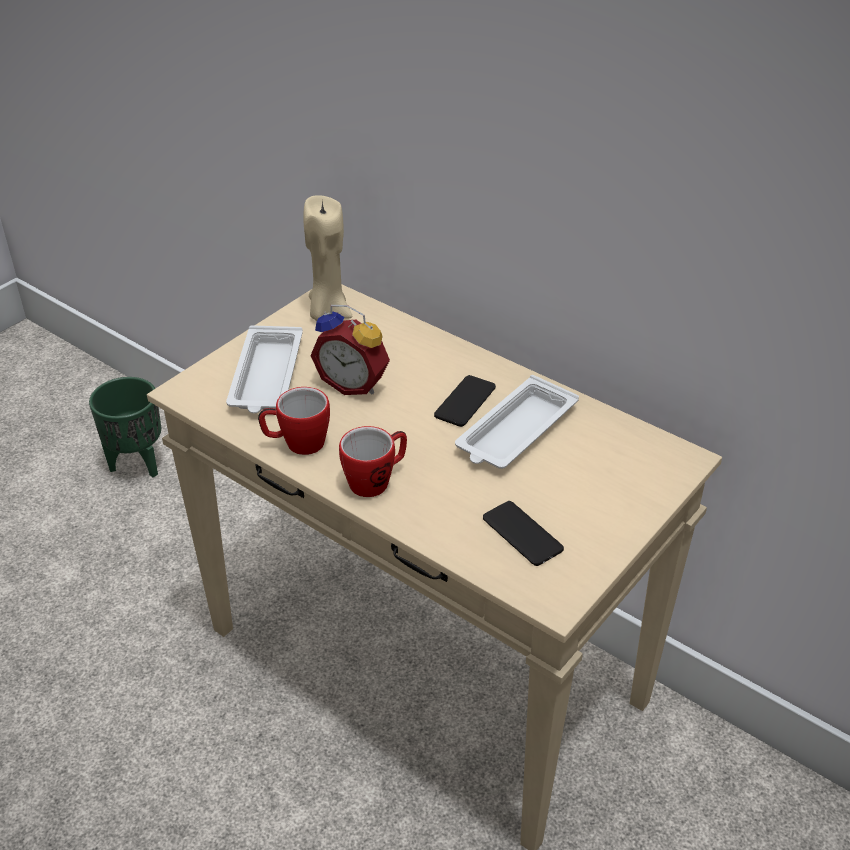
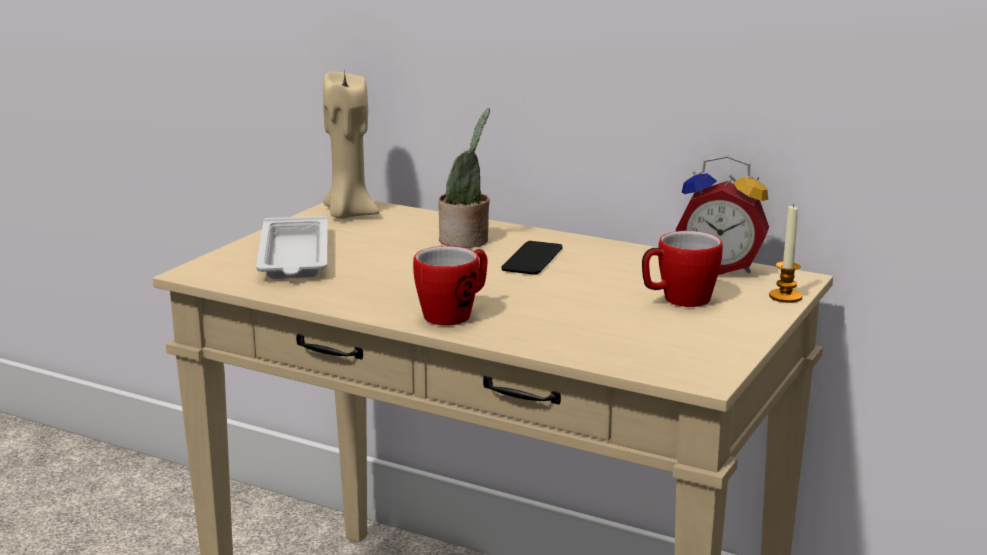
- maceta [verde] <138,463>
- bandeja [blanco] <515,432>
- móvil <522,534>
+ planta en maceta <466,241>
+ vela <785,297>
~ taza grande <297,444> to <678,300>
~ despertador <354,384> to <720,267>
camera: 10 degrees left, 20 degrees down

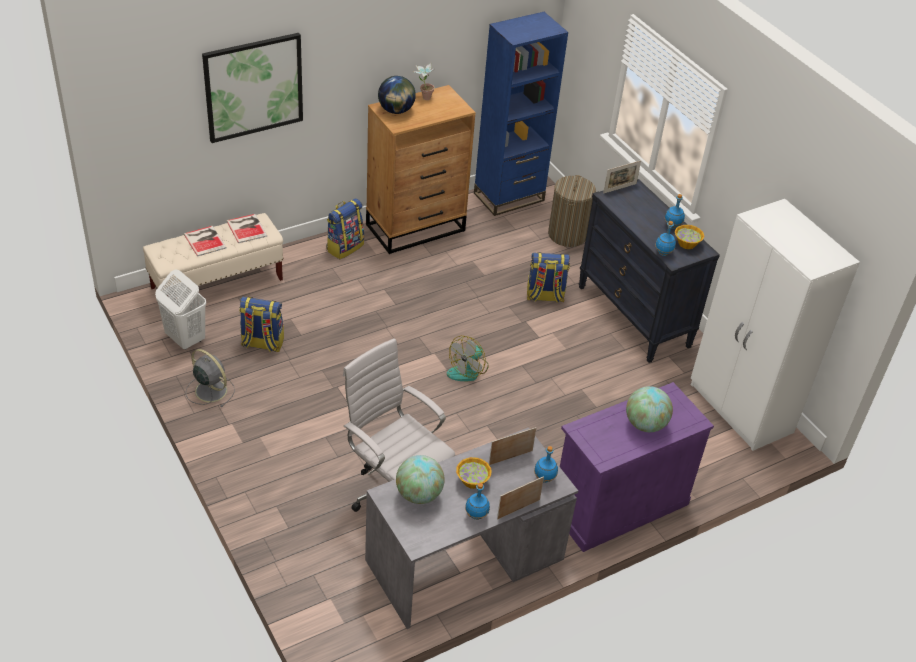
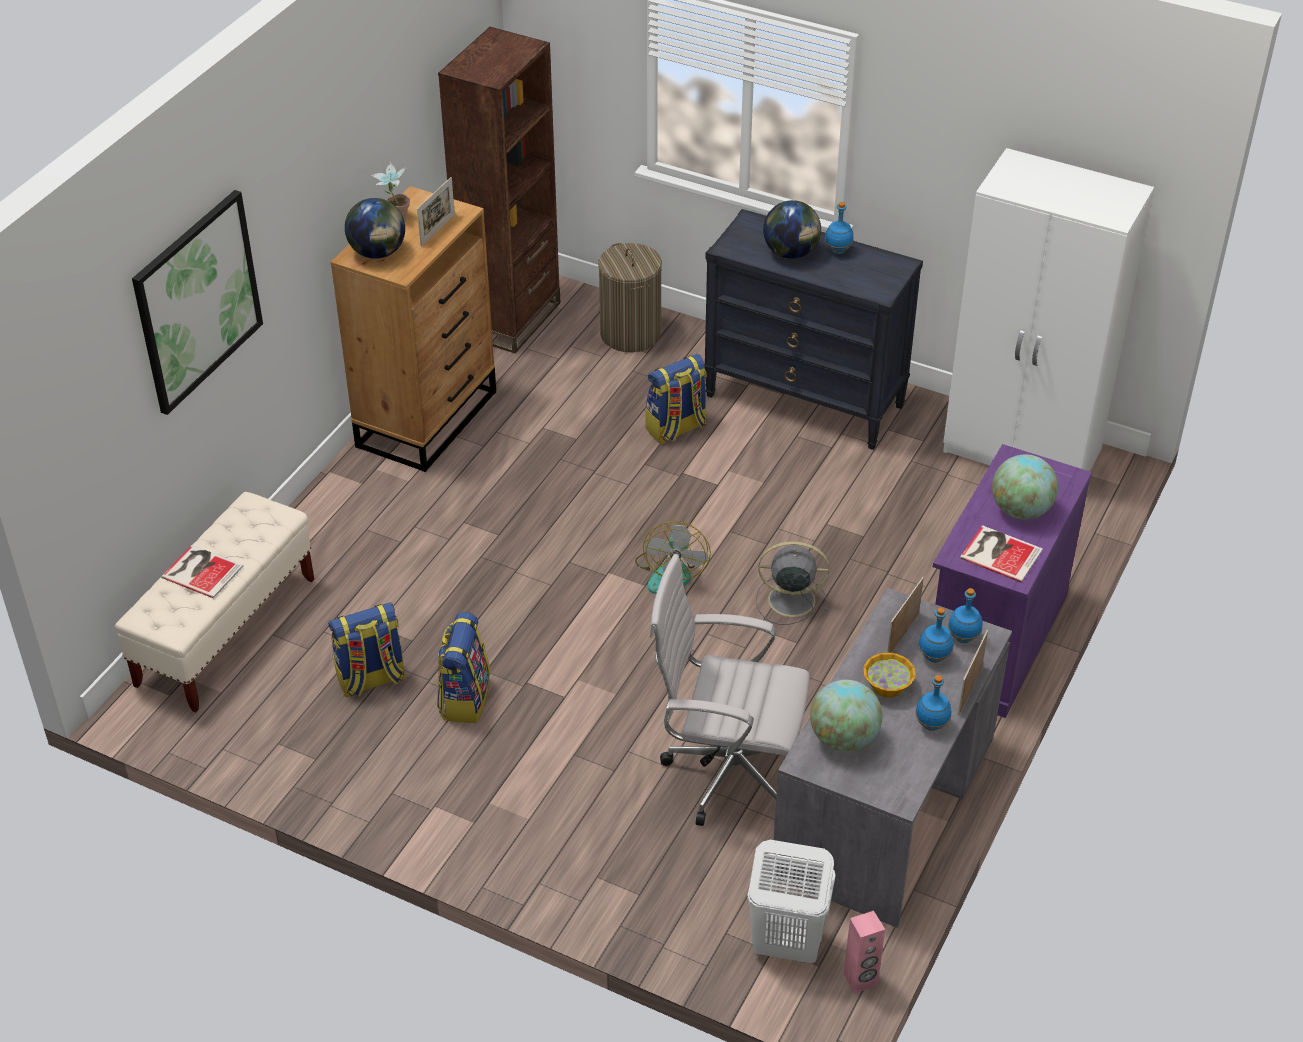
- cuenco <687,244>
+ globo terráqueo <791,253>
+ altavoz [rosa] <860,980>
~ cesto de la ropa [blanco] <185,339> to <785,945>
~ ventilador [gris] <210,390> to <789,600>
~ libro <247,228> to <1000,552>
~ mochila <344,247> to <464,698>
~ portarretratos <619,188> to <437,230>
~ botella [azul] <663,253> to <934,657>
~ estantería [azul] <509,197> to estantería [marrón] <510,319>
camera: 30 degrees left, 0 degrees up

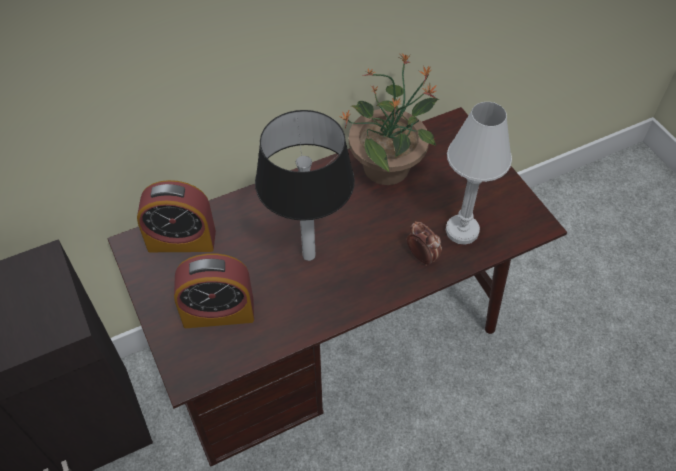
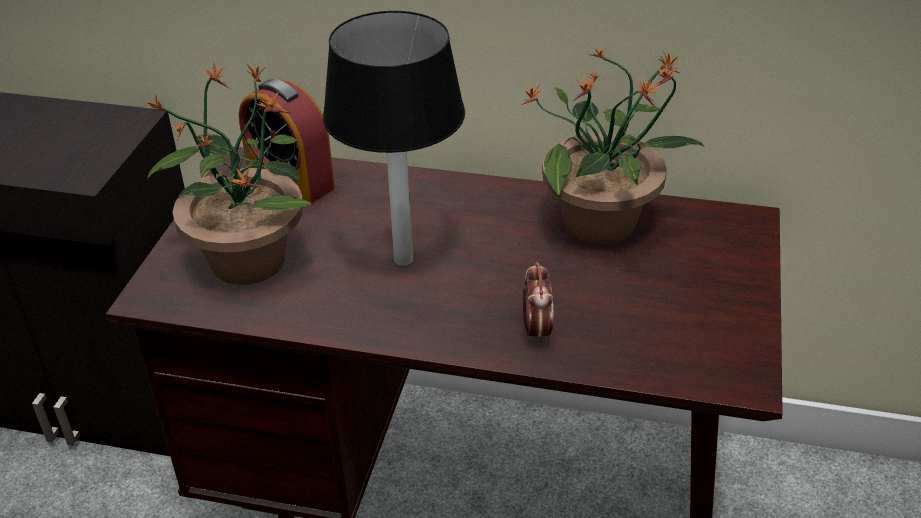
- lámpara de mesa [blanco] <462,230>
~ despertador <218,312> to planta en maceta <247,259>
camera: 40 degrees right, 15 degrees down

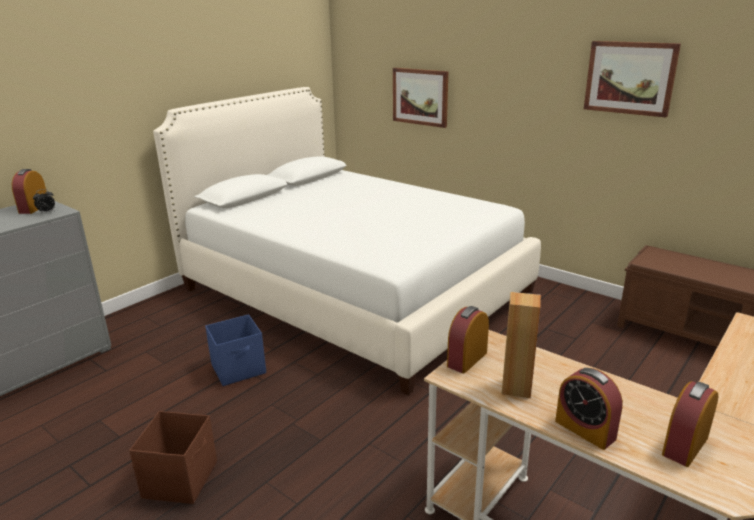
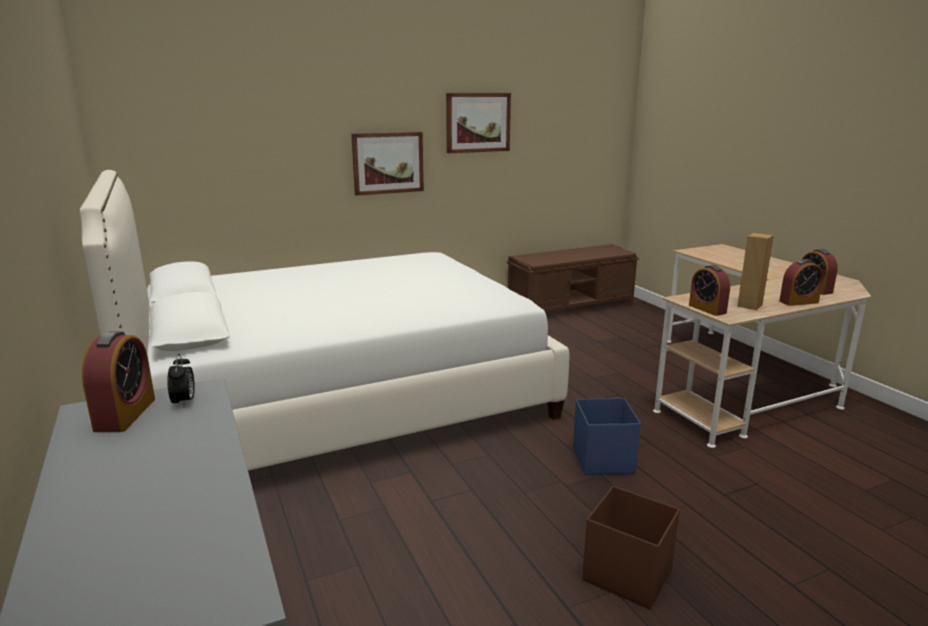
~ caja de almacenaje [azul] <239,369> to <603,460>
~ cuadro <420,97> to <388,163>
~ despertador <34,208> = <125,414> 120 degrees counterclockwise
camera: 65 degrees left, 5 degrees down

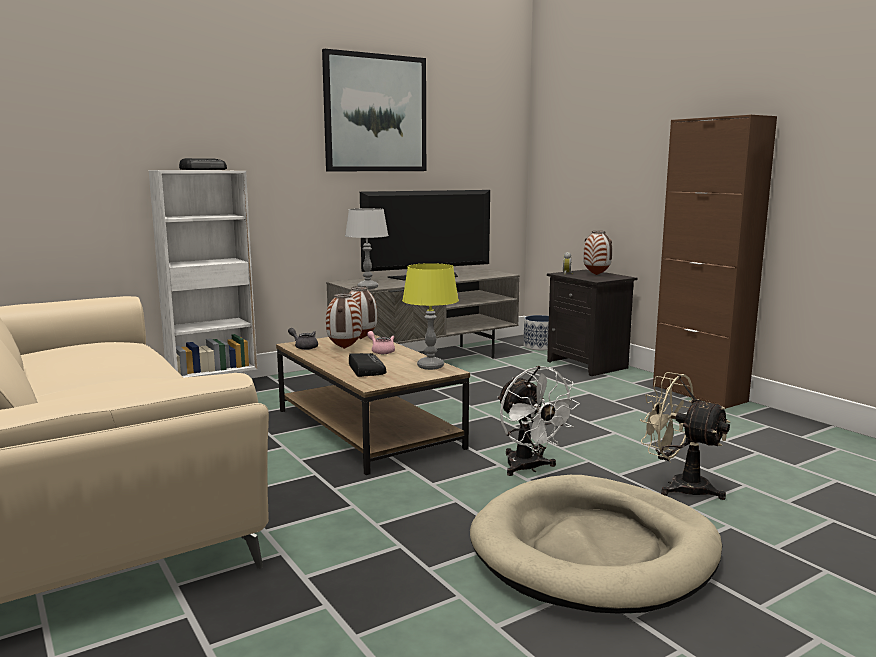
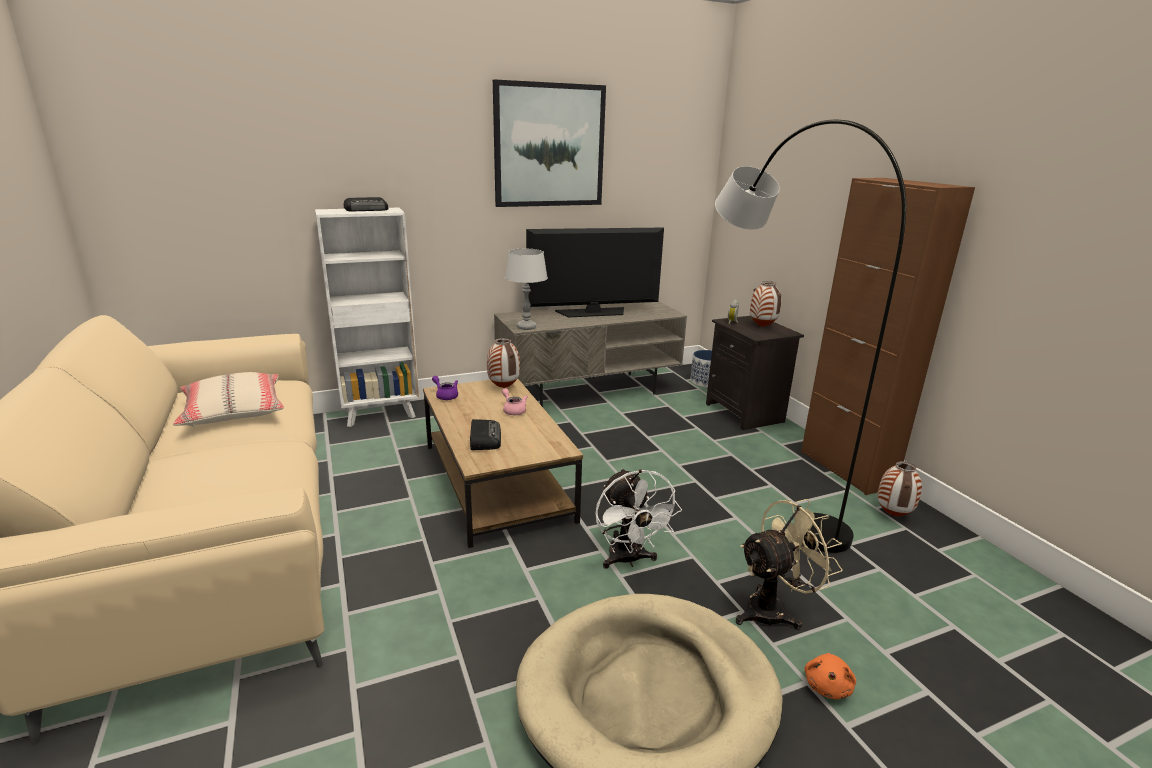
- lámpara de mesa [amarillo] <430,366>
+ cojín [beis] <233,411>
+ lámpara de pie [gris] <757,483>
+ peluche [naranja] <827,686>
~ florero <344,348> to <892,515>
~ tetera [gris] <304,347> to tetera [morado] <445,395>
~ ventilador [beis] <679,486> = <774,609> 105 degrees clockwise
camera: 10 degrees right, 10 degrees up

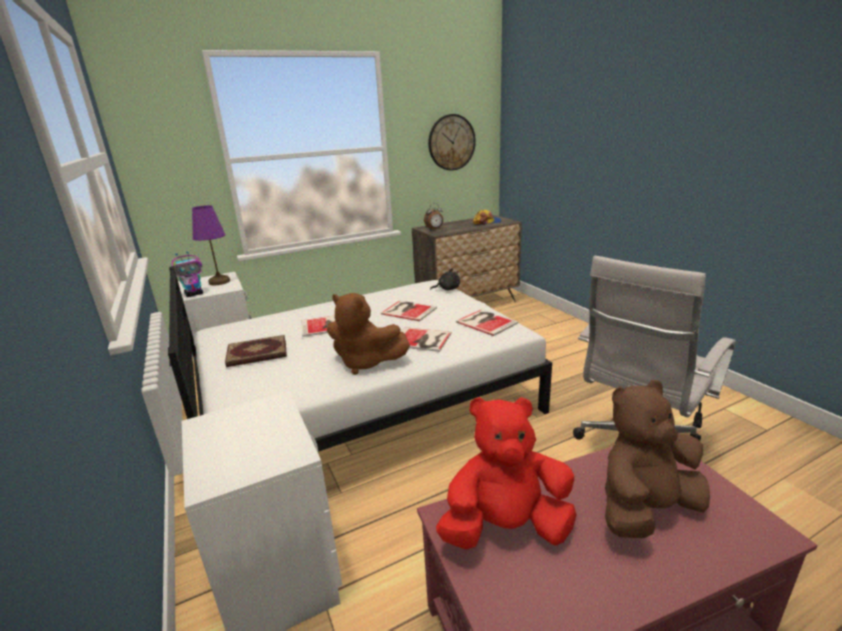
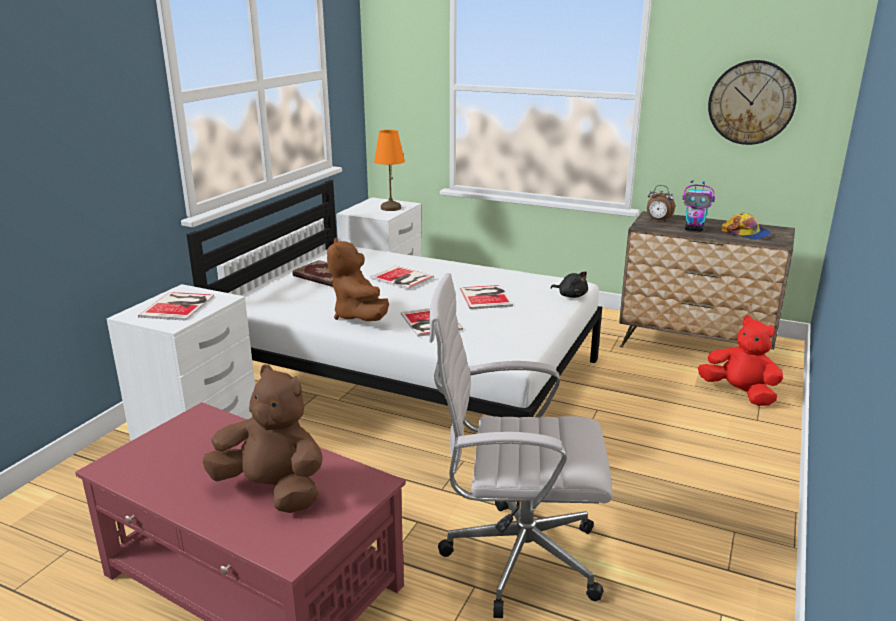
~ robot de juguete <194,294> to <694,229>
~ peluche [rojo] <506,527> to <739,393>
~ libro <486,322> to <179,306>
~ lámpara de mesa [morado] <220,282> to lámpara de mesa [naranja] <391,208>
camera: 50 degrees right, 0 degrees up

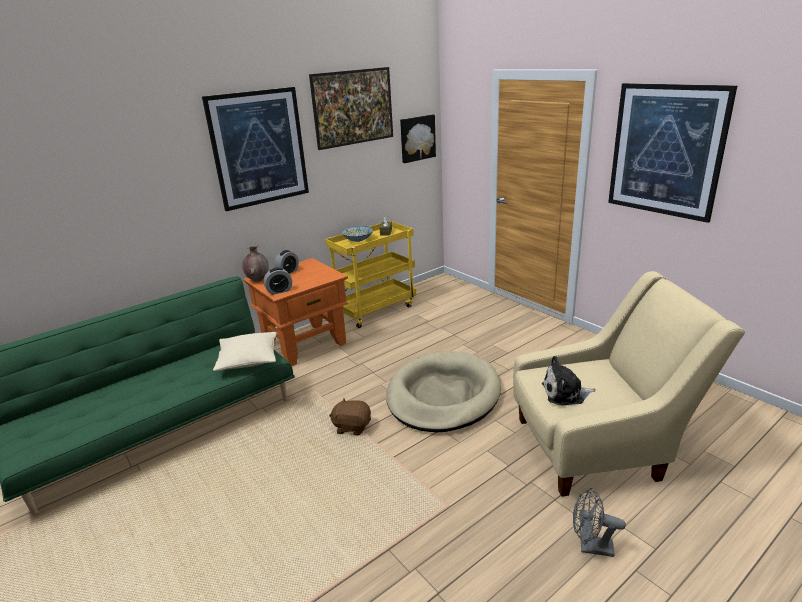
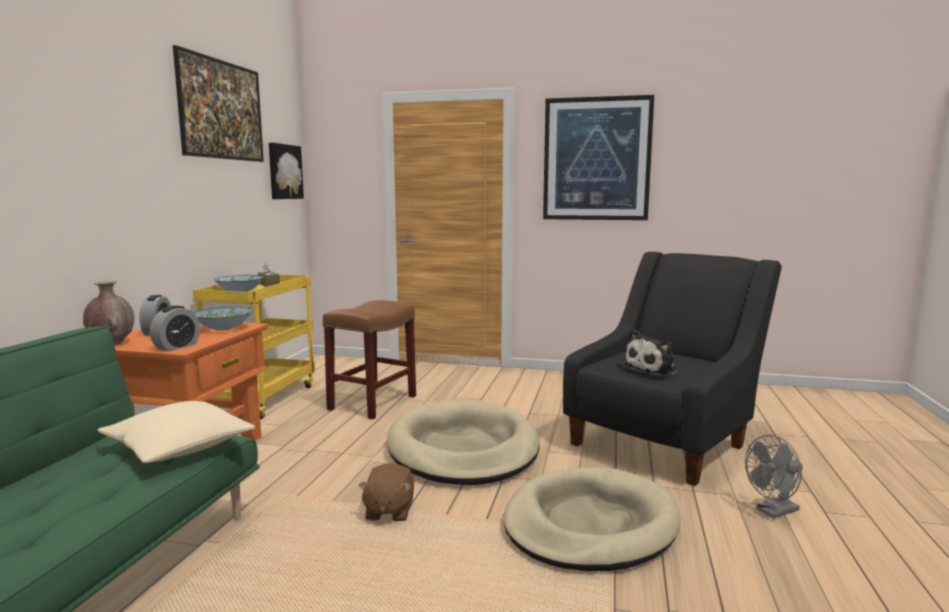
- cuadro <259,148>
+ cuenco <223,329>
+ taburete [marrón] <372,403>
+ cama para perro [beis] <589,525>
~ sillón [beis] <598,446> to sillón [negro] <664,441>
~ peluche [marrón] <352,427> = <388,511> 60 degrees counterclockwise
camera: 40 degrees left, 15 degrees down

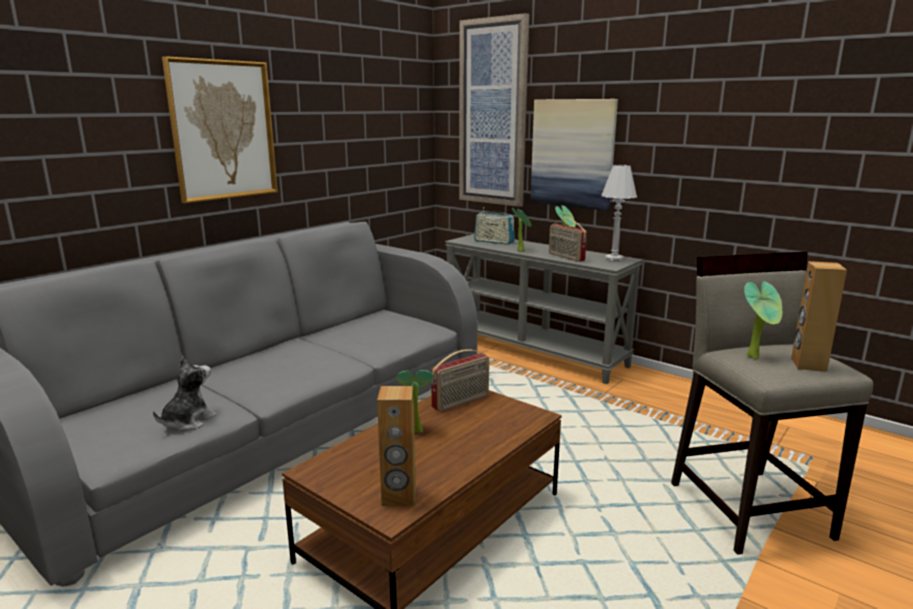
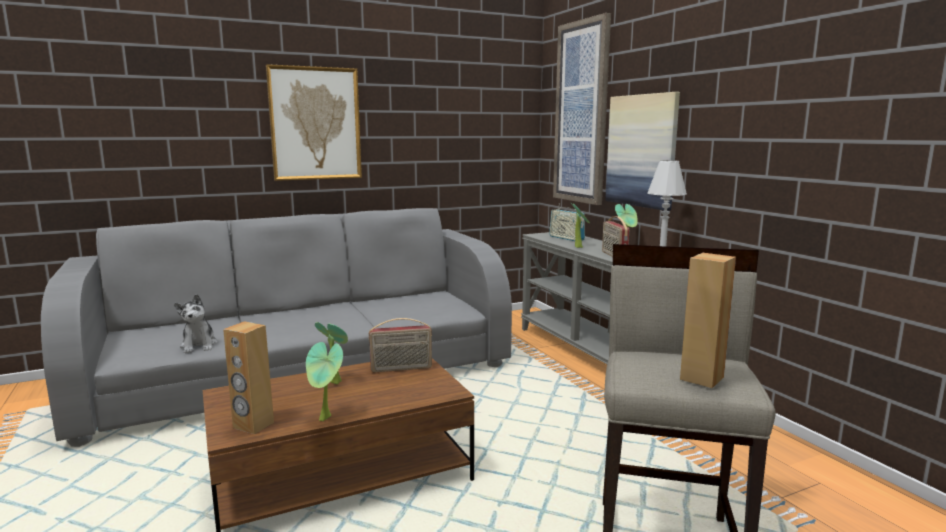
~ planta en maceta <756,357> to <326,419>
~ peluche <188,421> = <199,345> 105 degrees clockwise
camera: 25 degrees right, 5 degrees down

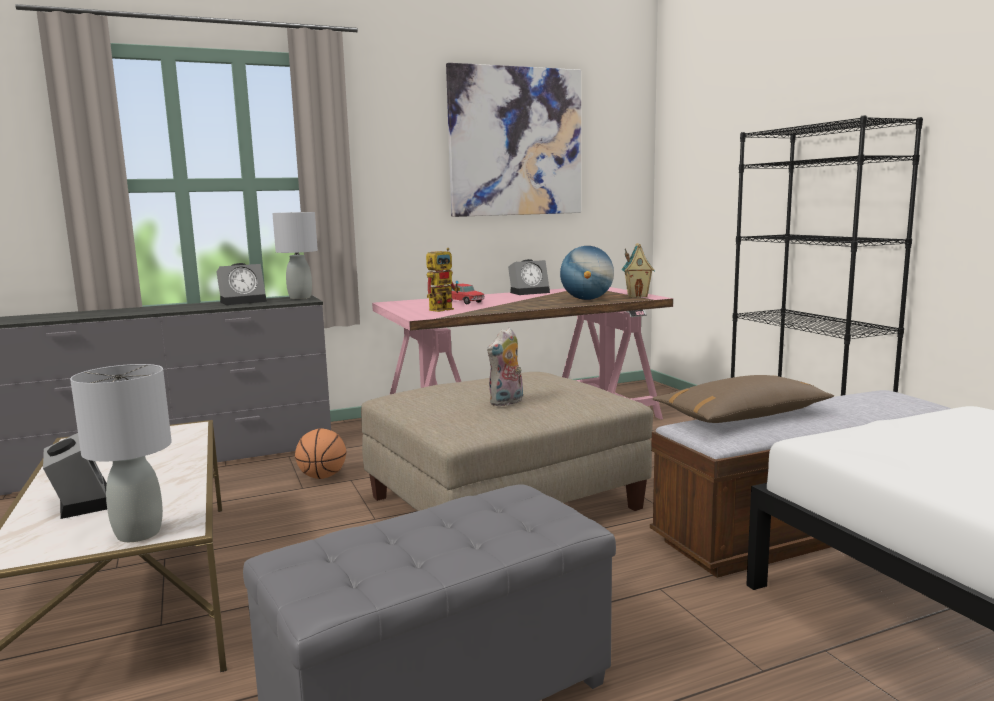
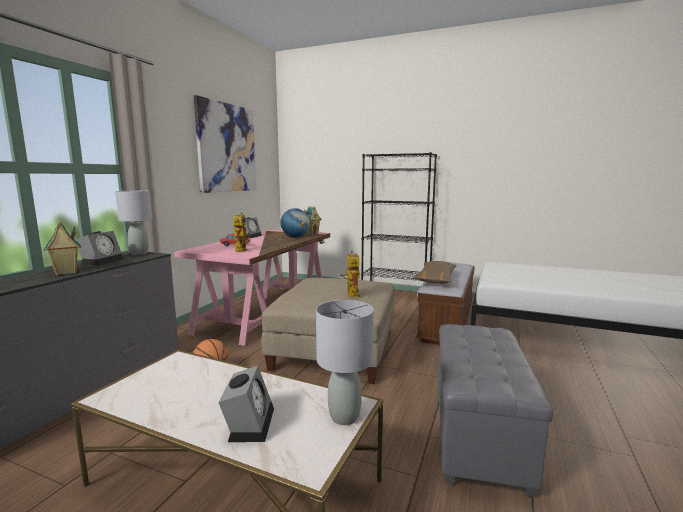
+ casita <66,272>
~ peluche <507,402> to robot de juguete <350,293>
~ despertador <80,502> = <249,423> 75 degrees clockwise
camera: 45 degrees left, 0 degrees up

